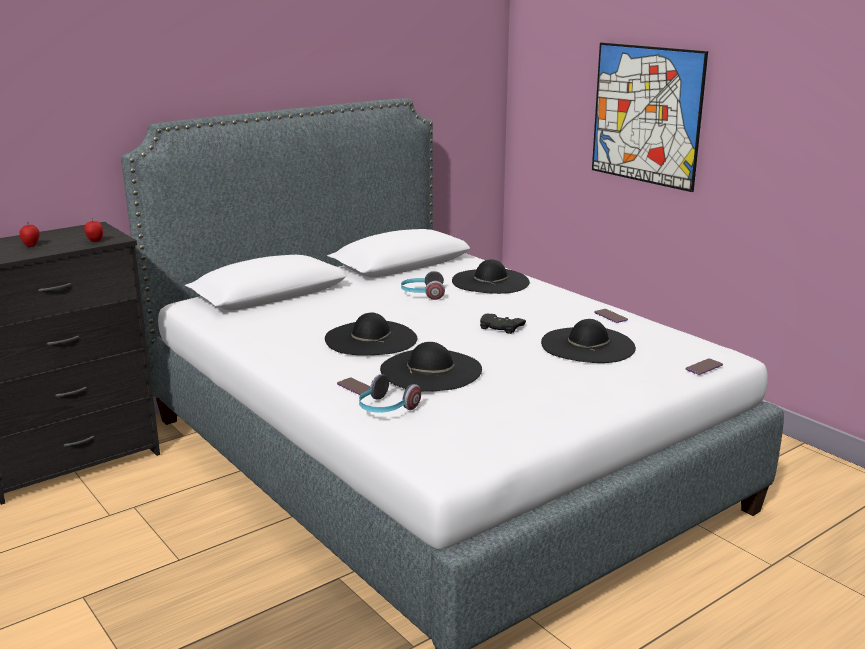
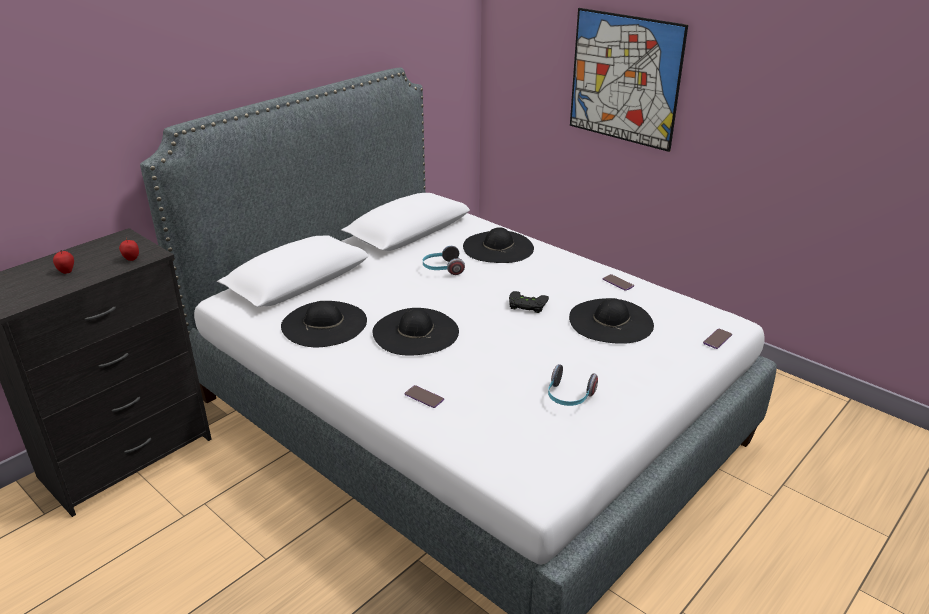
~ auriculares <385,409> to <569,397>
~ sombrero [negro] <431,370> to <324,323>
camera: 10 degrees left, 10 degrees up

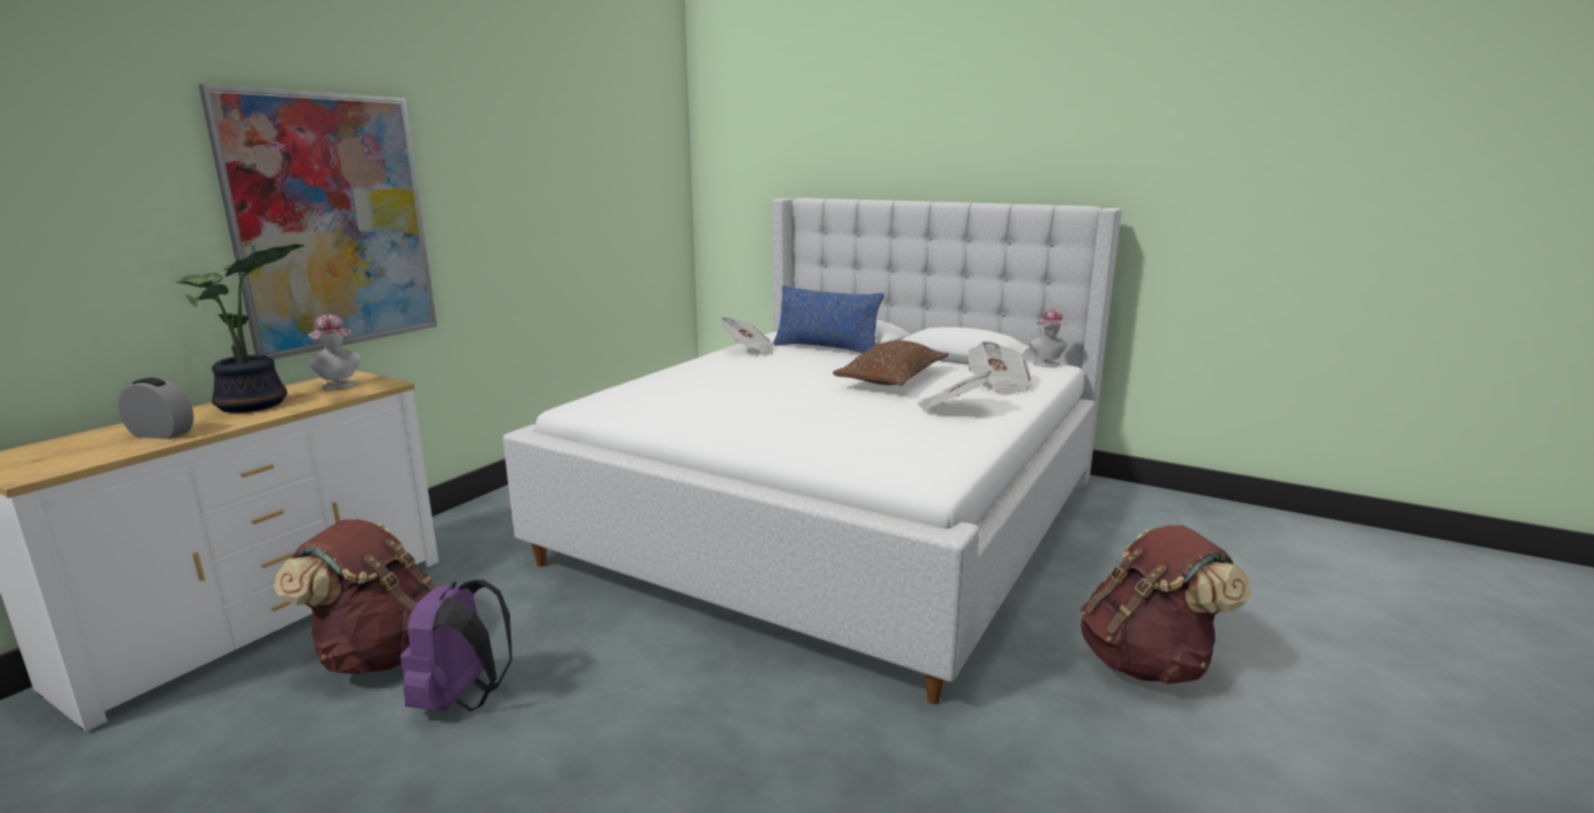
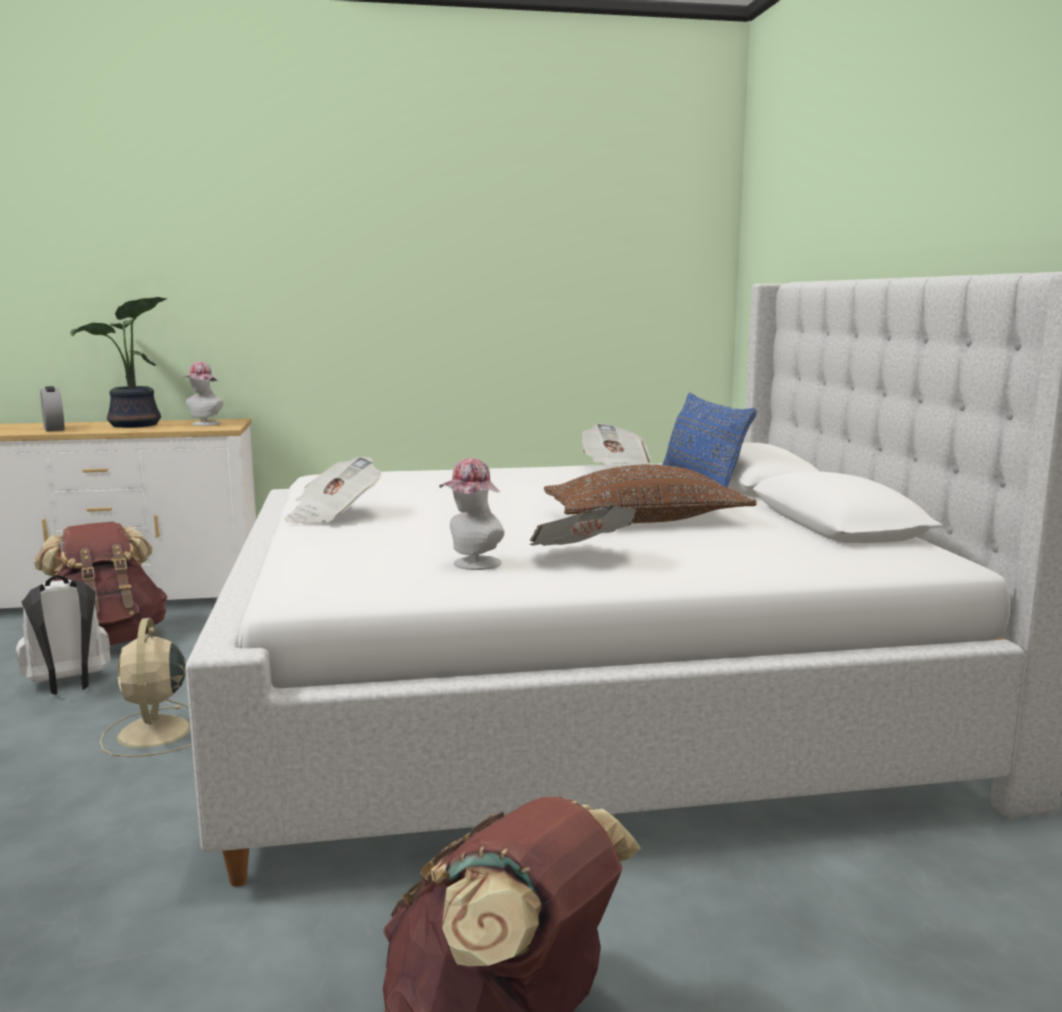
- cuadro <332,222>
+ ventilador [beis] <154,734>
~ periódico <998,386> to <333,516>
~ sombrero <1047,364> to <472,564>
~ mochila [morado] <462,699> to mochila [blanco] <68,686>
camera: 50 degrees right, 5 degrees down

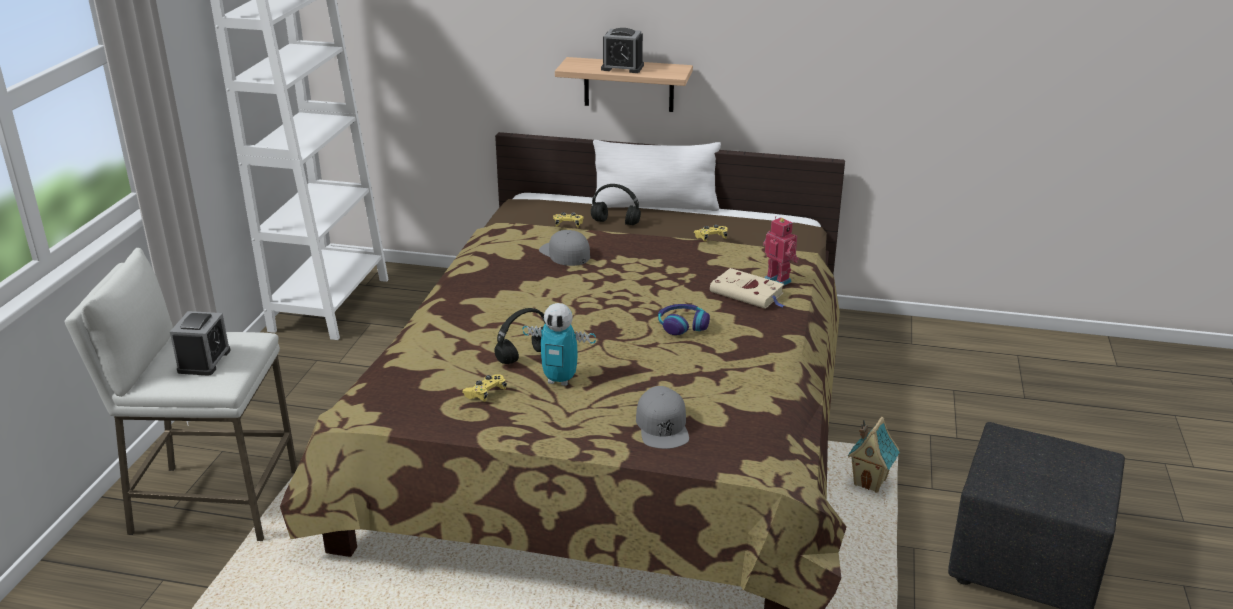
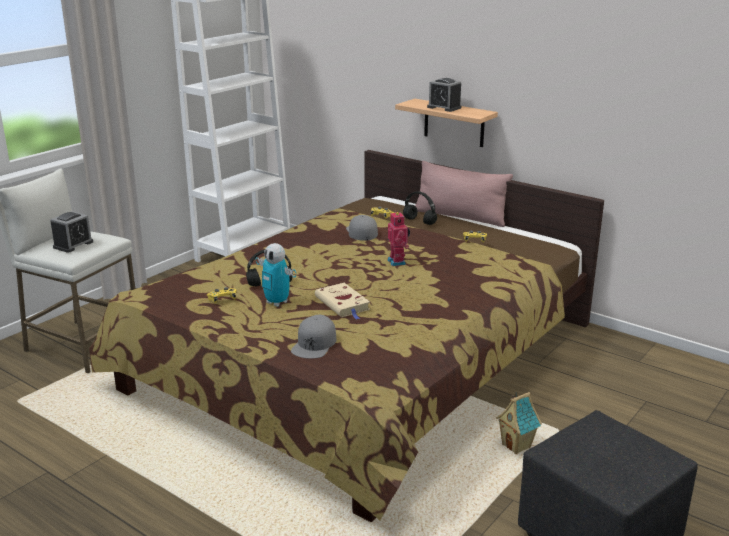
- auriculares <682,325>
~ libro [beis] <748,293> to <343,304>
~ robot de juguete <778,280> to <398,262>
~ cojín [blanco] <655,206> to cojín [rosa] <460,217>
camera: 25 degrees right, 5 degrees down

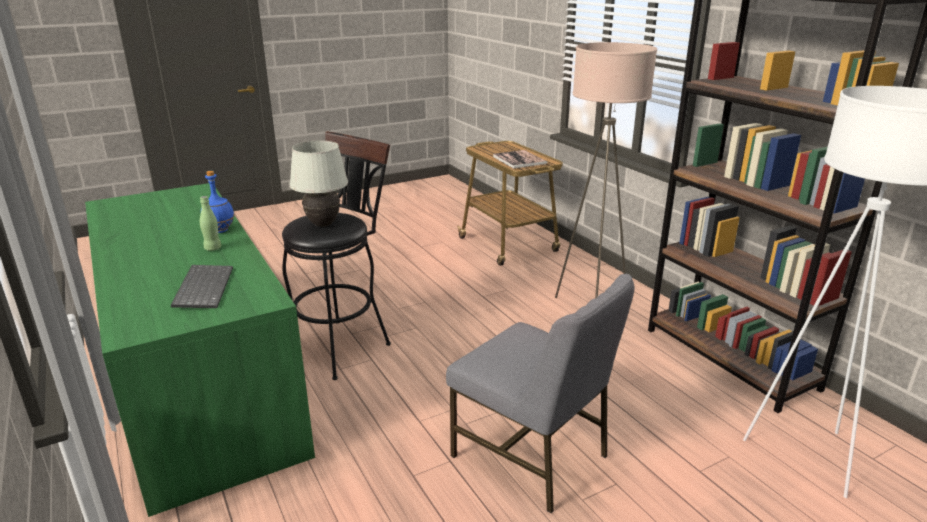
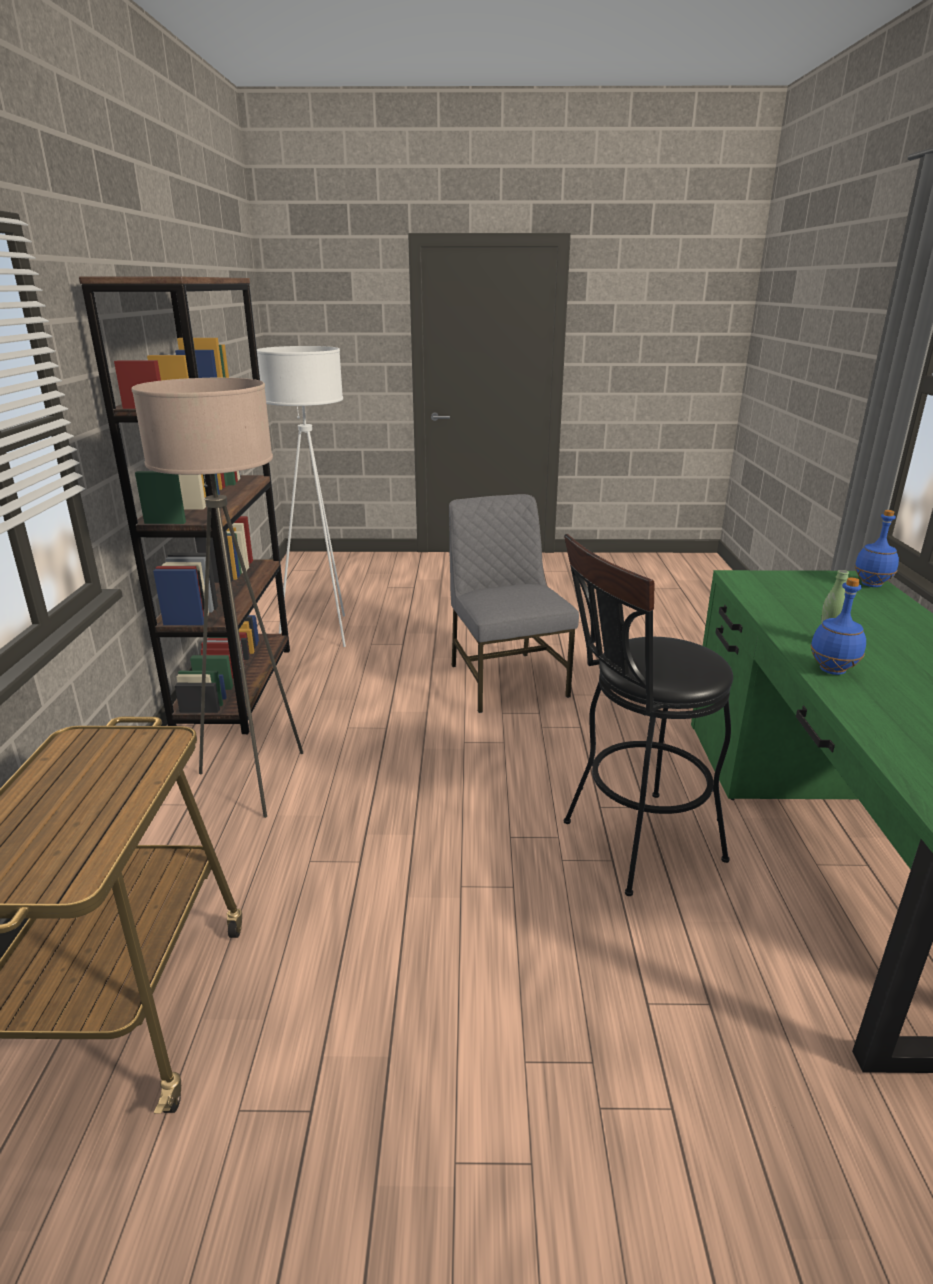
- teclado <202,288>
- lámpara de mesa [blanco] <323,224>
- libro <519,160>
+ botella [azul] <871,584>
camera: 150 degrees left, 0 degrees up

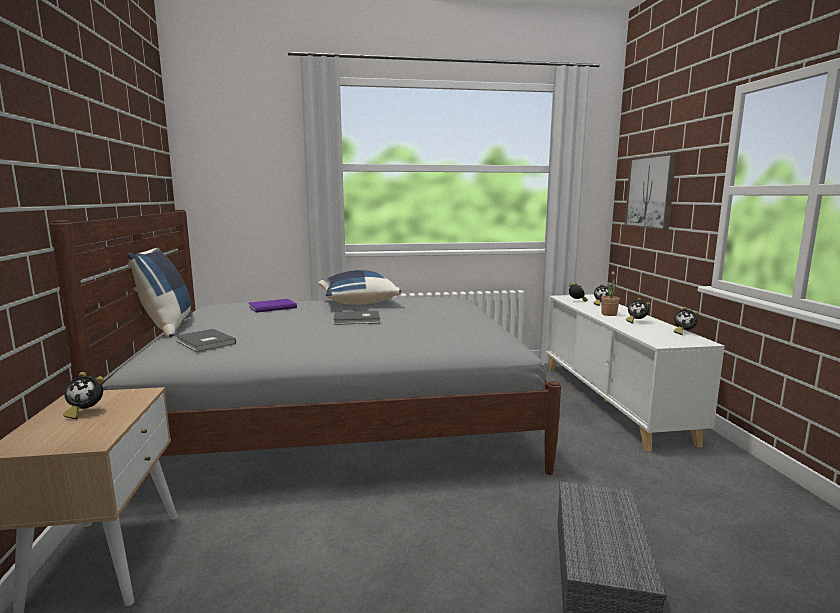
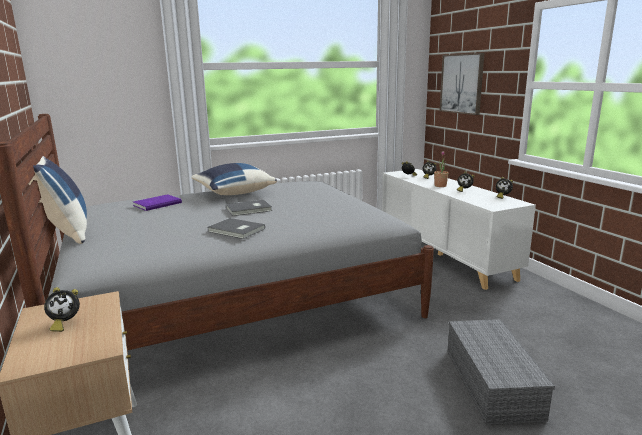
~ libro [gris] <204,342> to <236,230>
camera: 15 degrees left, 5 degrees up

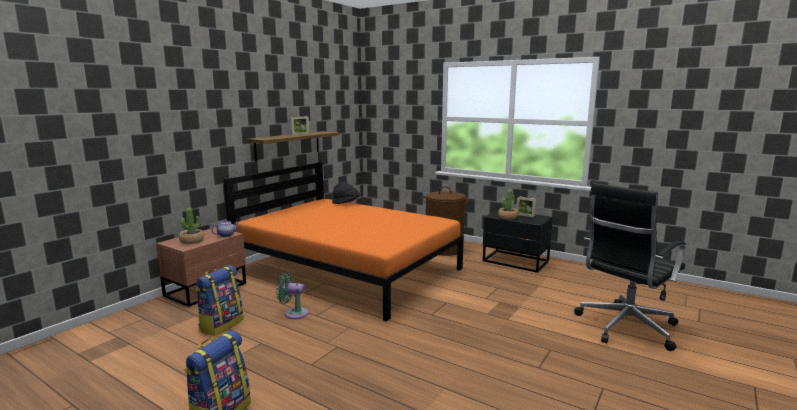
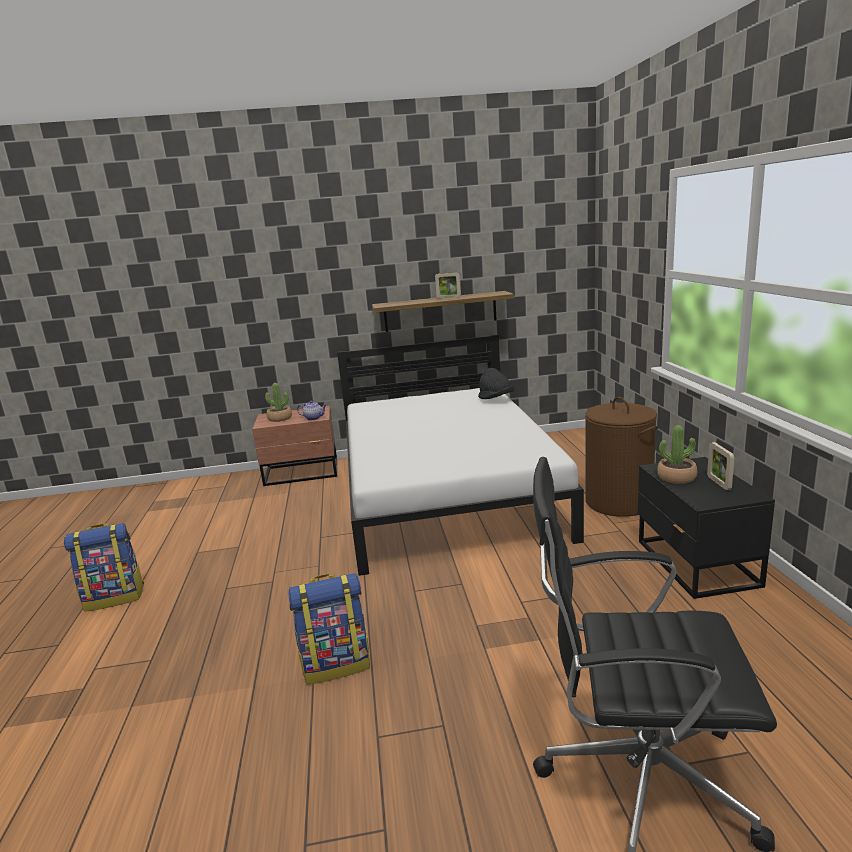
- ventilador [verde] <293,313>
~ mochila <221,325> to <336,664>
~ cama [naranja] <348,269> to cama [blanco] <446,492>
camera: 50 degrees right, 5 degrees up

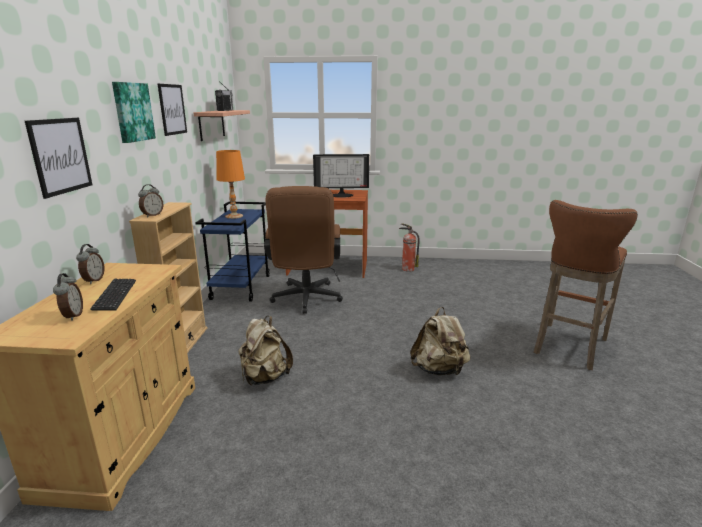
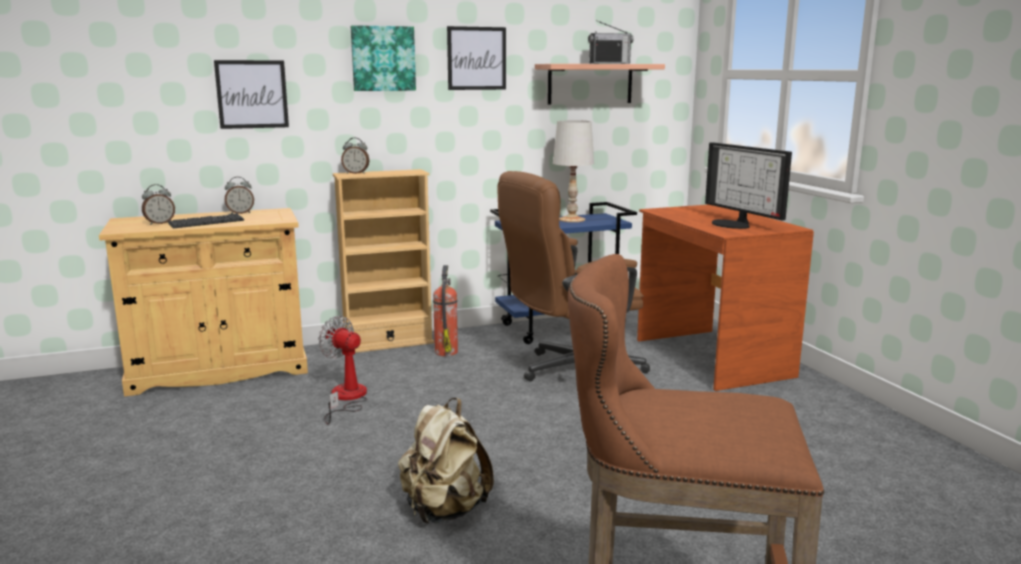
~ extintor <407,269> to <446,351>
~ mochila [beis] <264,377> to ventilador <346,398>
~ lámpara de mesa [naranja] <234,216> to lámpara de mesa [blanco] <572,219>
camera: 65 degrees right, 5 degrees down

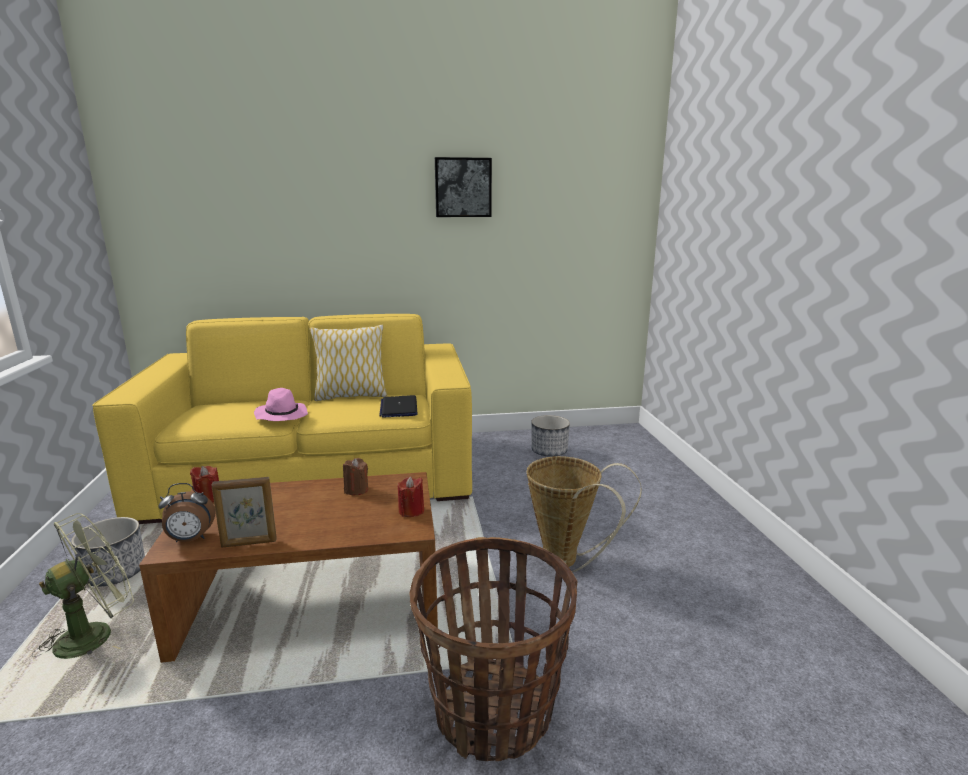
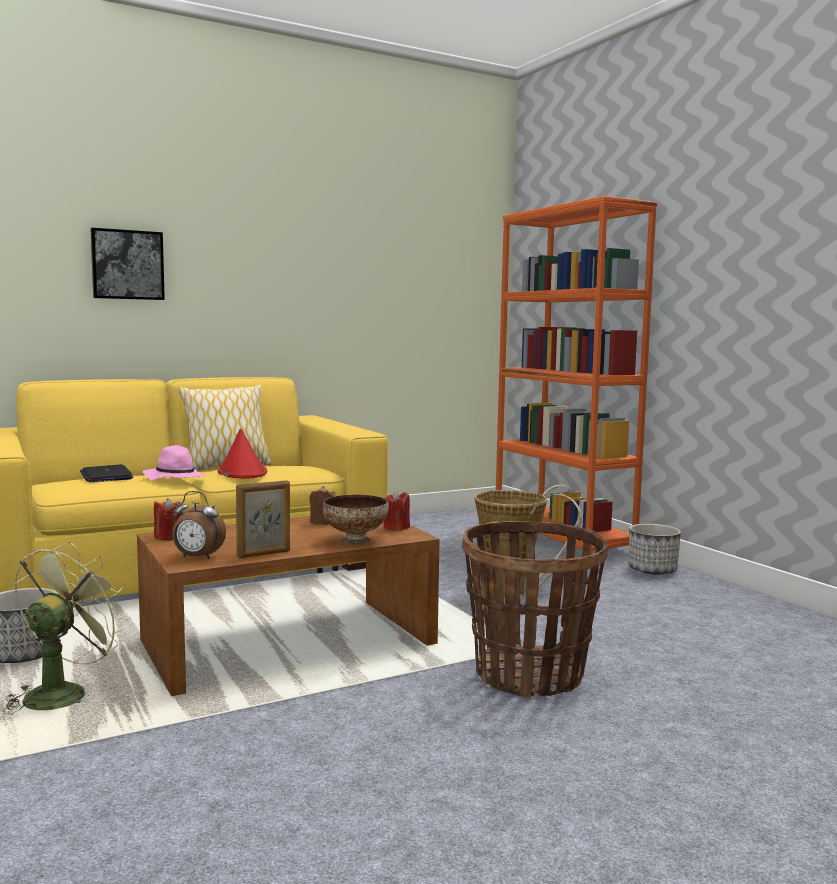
+ sombrero [rojo] <242,473>
+ cuenco <355,540>
+ estantería [naranja] <562,538>
~ portátil <399,408> to <106,475>
~ cuadro <463,187> to <127,265>
~ maceta <549,451> to <652,570>
~ despertador <190,539> = <197,557> 45 degrees clockwise
camera: 20 degrees left, 10 degrees down

